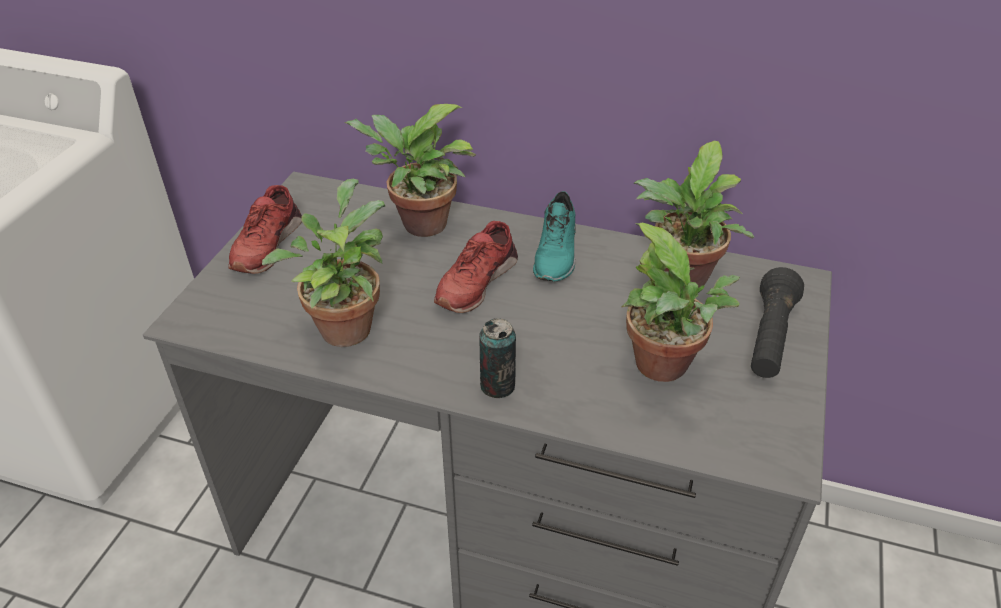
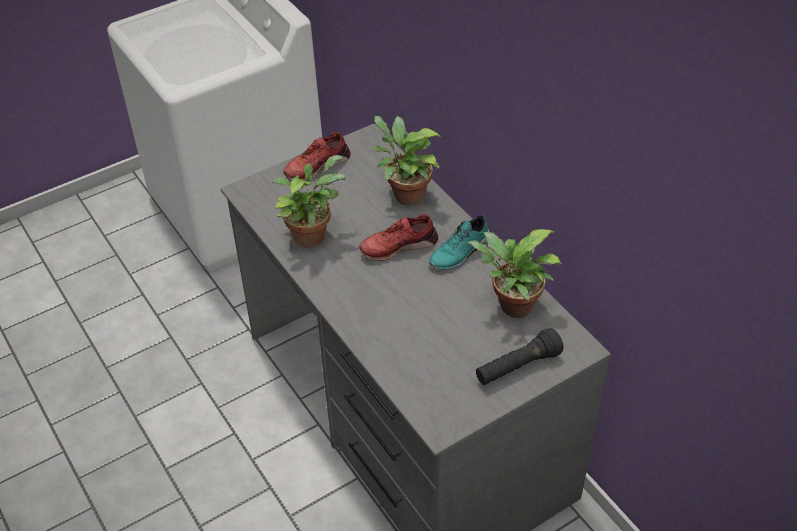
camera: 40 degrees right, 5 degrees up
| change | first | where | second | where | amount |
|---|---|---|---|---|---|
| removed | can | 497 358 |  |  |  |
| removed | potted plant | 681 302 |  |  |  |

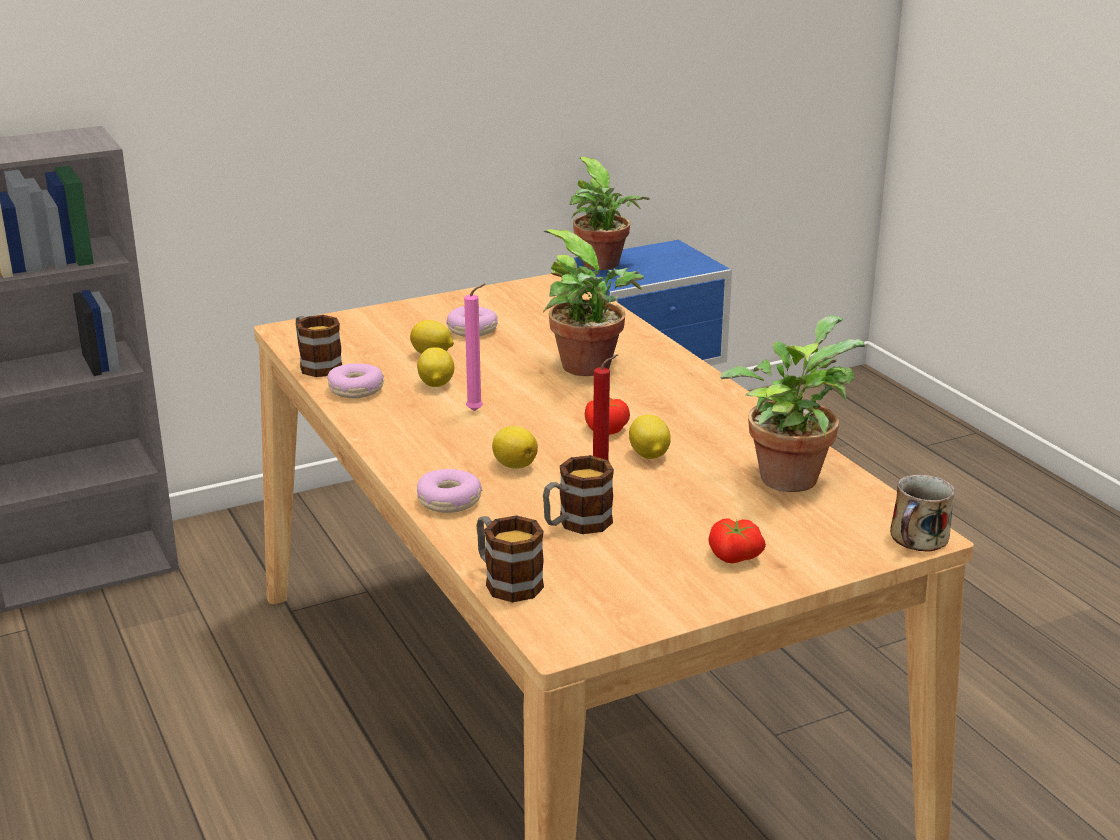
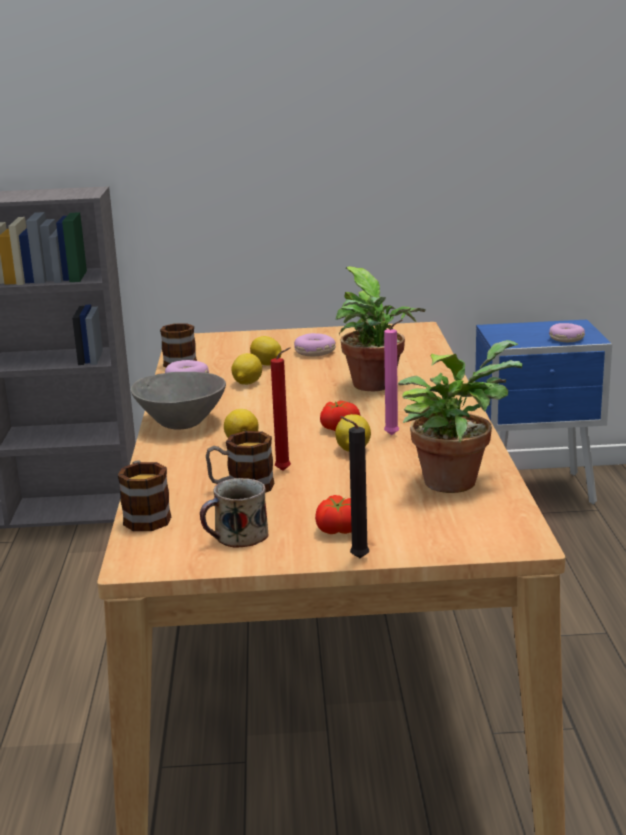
camera: 25 degrees right, 5 degrees down
| change | first | where | second | where | amount |
|---|---|---|---|---|---|
| added |  |  | bowl (grey) | 178 401 |  |
| moved | mug | 922 513 |  | 234 512 |  |
| added |  |  | candle (black) | 354 487 |  |
| moved | candle (pink) | 475 347 |  | 393 377 |  |
| moved | donut | 449 491 |  | 567 332 |  |
| removed | potted plant | 609 213 |  |  |  |

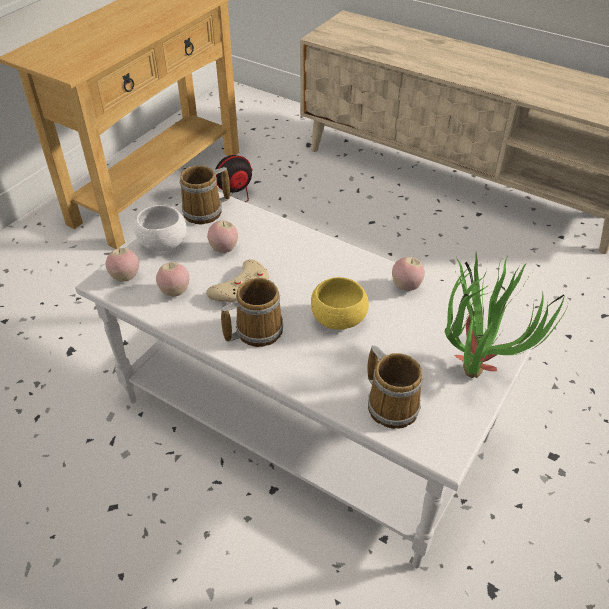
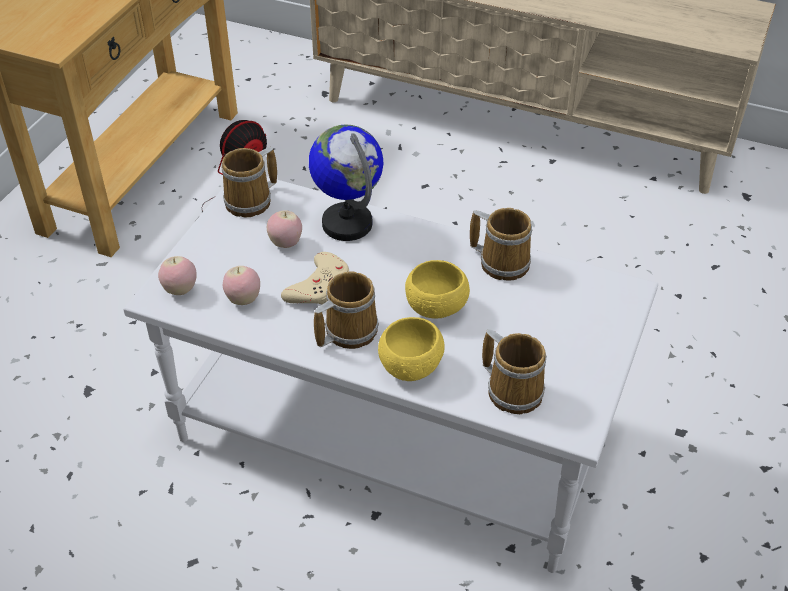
camera: 10 degrees left, 0 degrees up
| change | first | where | second | where | amount |
|---|---|---|---|---|---|
| added |  |  | globe | 346 182 |  |
| added |  |  | bowl (yellow) | 411 349 |  |
| replaced | apple | 408 274 | mug | 501 244 |  |
| removed | bowl (white) | 160 228 |  |  |  |
| removed | potted plant | 506 314 |  |  |  |

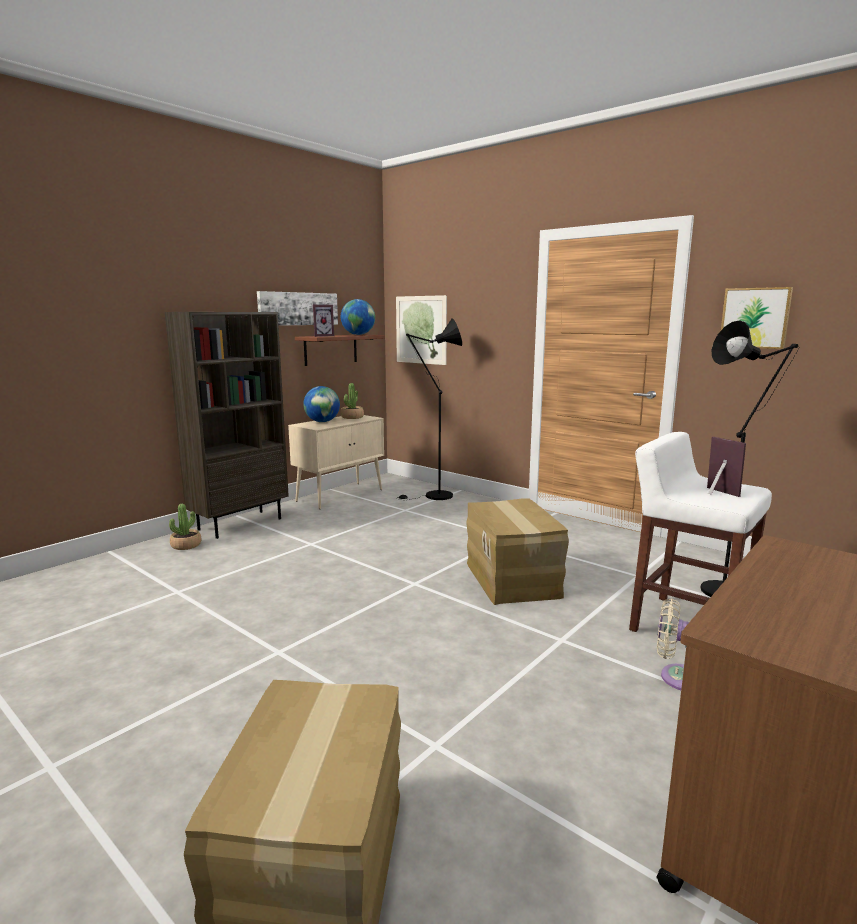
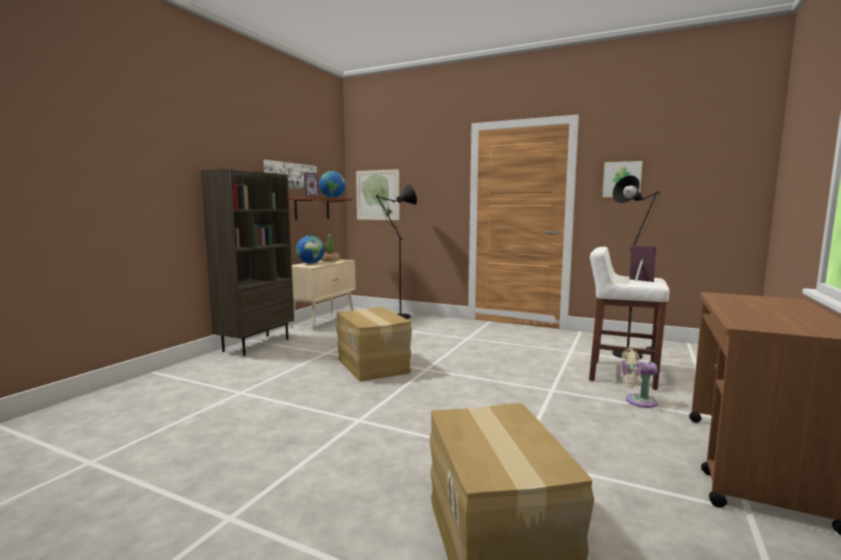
camera: 15 degrees left, 5 degrees down
| change | first | where | second | where | amount |
|---|---|---|---|---|---|
| moved | cardboard box | 518 551 |  | 374 344 |  |
| removed | potted plant | 185 527 |  |  |  |

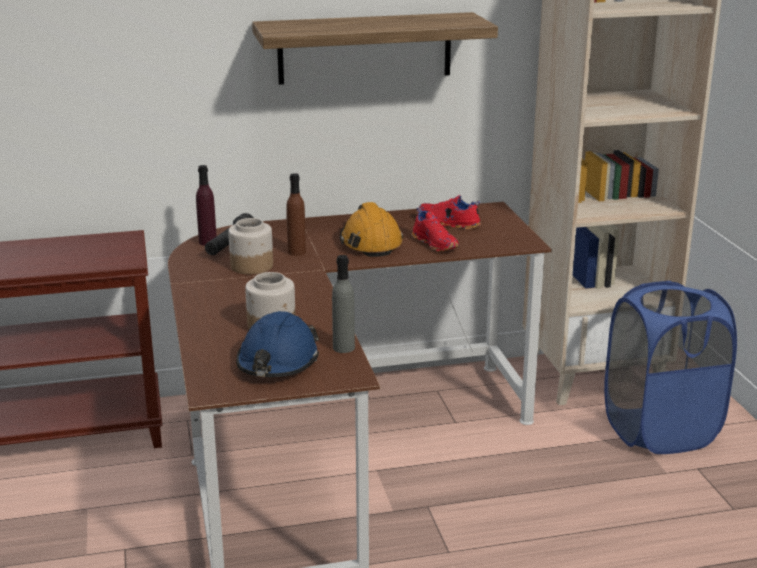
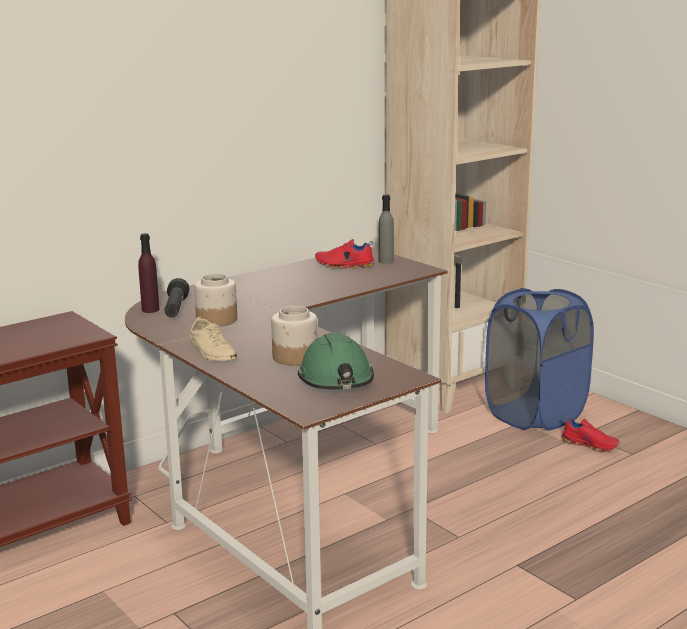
camera: 25 degrees left, 5 degrees down
| change | first | where | second | where | amount |
|---|---|---|---|---|---|
| added |  |  | shoe (beige) | 213 339 |  |
| recoloured | hard hat (blue) | 277 344 | hard hat (green) | 336 361 |  |
| moved | bottle (grey) | 343 304 |  | 386 229 |  |
| moved | shoe (red) | 435 229 |  | 590 434 |  |
| removed | shelf | 375 48 |  |  |  |
| removed | bottle (brown) | 296 214 |  |  |  |
| removed | hard hat (orange) | 372 229 |  |  |  |

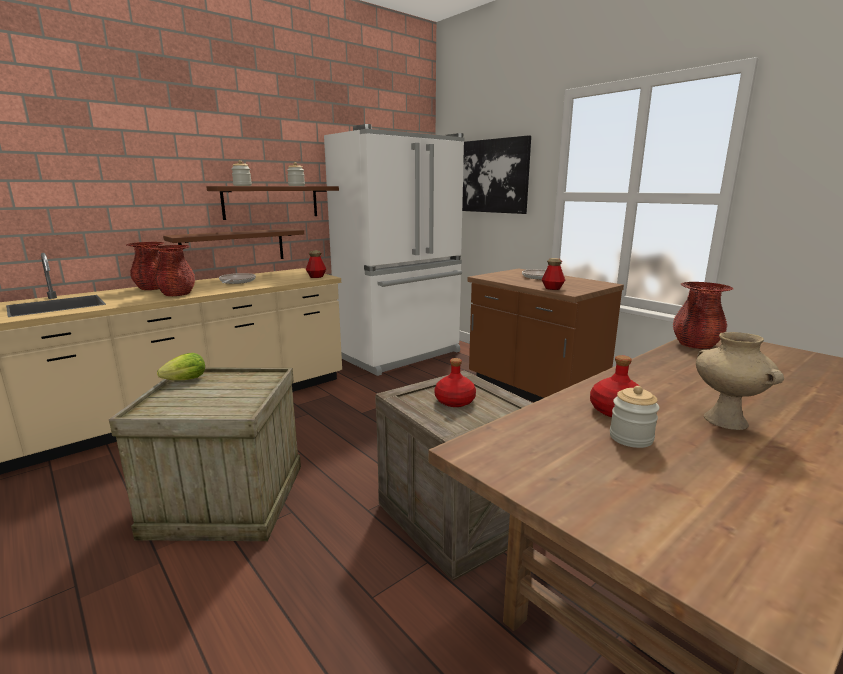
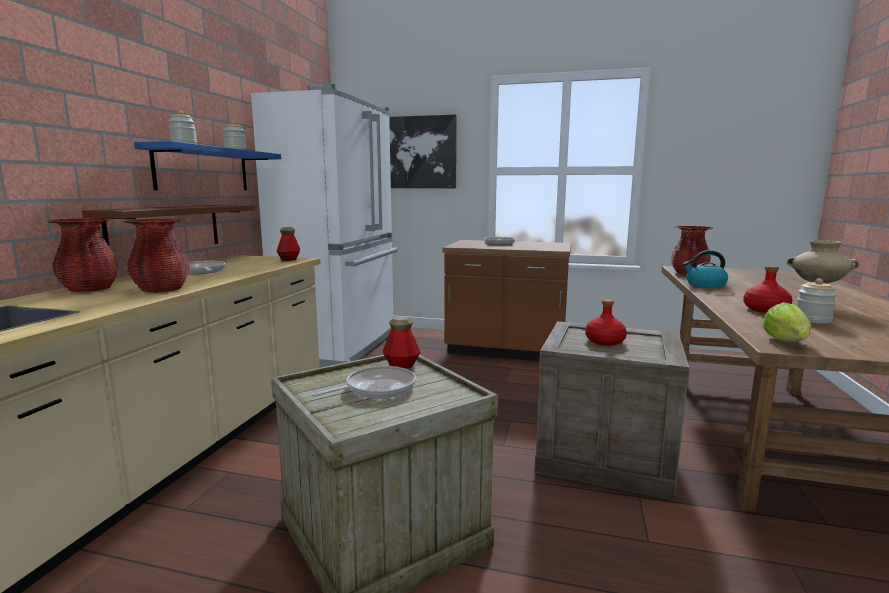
camera: 35 degrees left, 5 degrees down
| change | first | where | second | where | amount |
|---|---|---|---|---|---|
| recoloured | shelf (brown) | 272 203 | shelf (blue) | 207 166 |  |
| added |  |  | frying pan | 363 382 |  |
| moved | bottle | 553 274 |  | 401 342 |  |
| added |  |  | kettle | 705 269 |  |
| moved | lettuce | 181 366 |  | 787 322 |  |

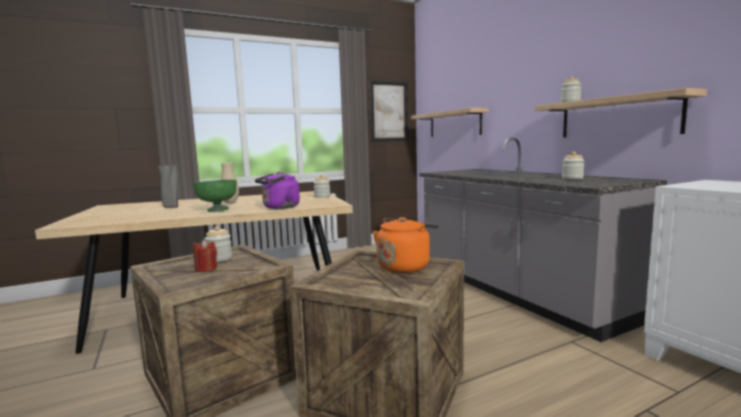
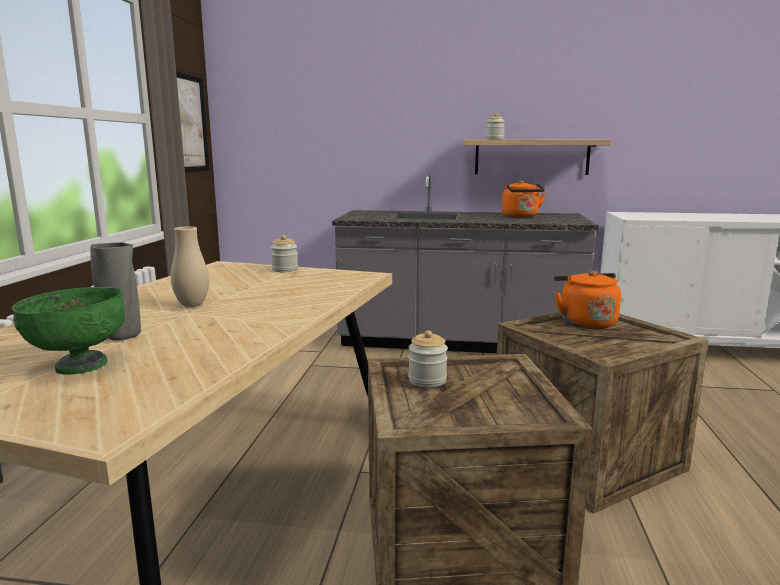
camera: 55 degrees left, 5 degrees up
| change | first | where | second | where | amount |
|---|---|---|---|---|---|
| moved | bowl (green) | 215 196 |  | 68 331 |  |
| replaced | jar | 573 165 | kettle (orange) | 524 198 |  |
| removed | candle (red) | 205 256 |  |  |  |
| removed | kettle (purple) | 277 190 |  |  |  |
| removed | shelf | 450 122 |  |  |  |

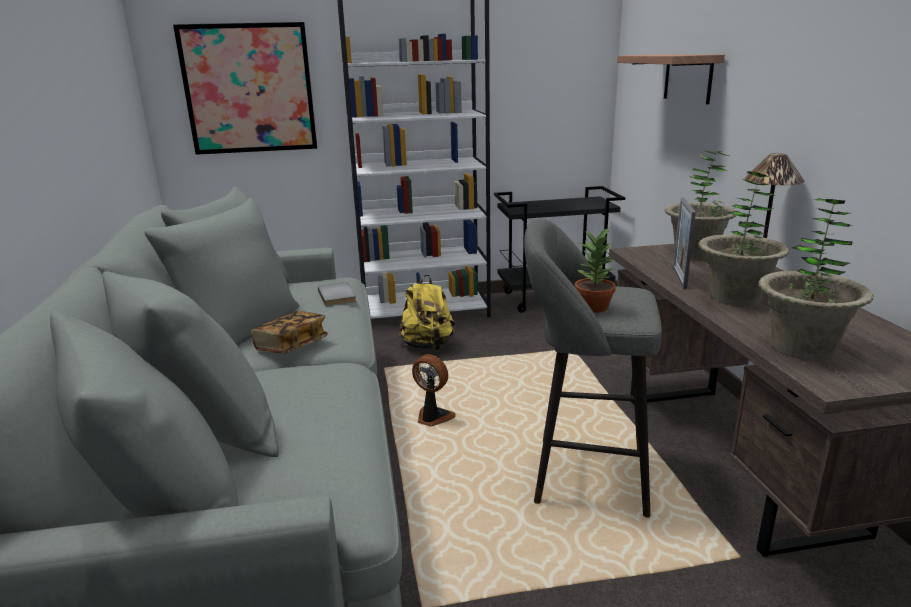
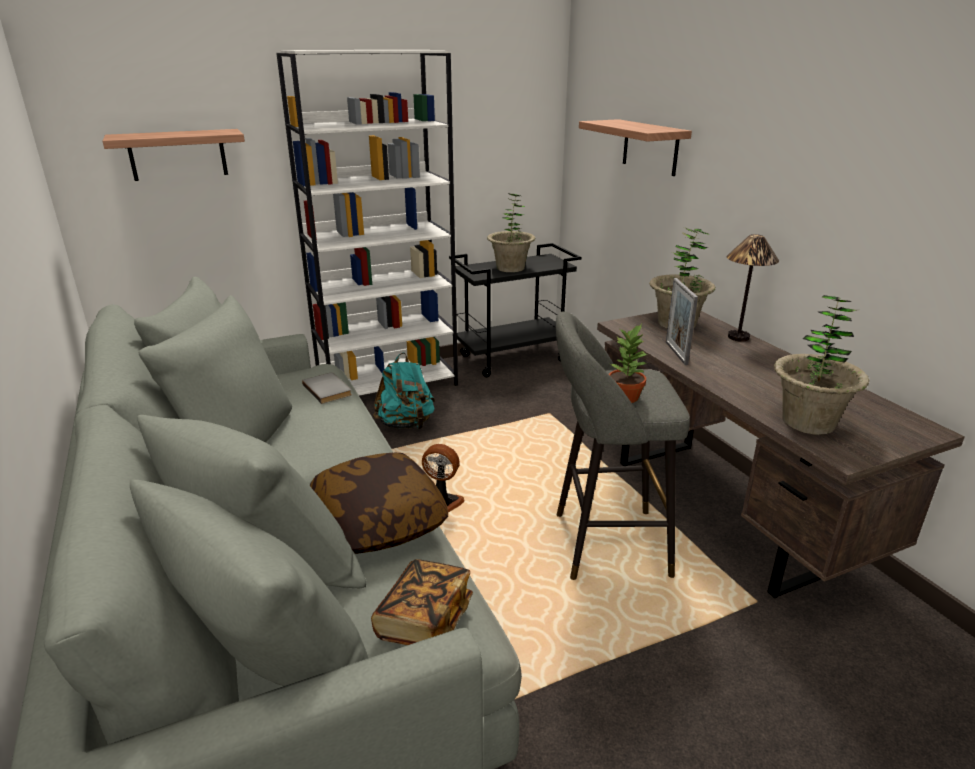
camera: 15 degrees left, 5 degrees up
| change | first | where | second | where | amount |
|---|---|---|---|---|---|
| replaced | picture | 245 88 | shelf | 174 155 |  |
| added |  |  | pillow | 379 503 |  |
| moved | book | 289 332 |  | 422 602 |  |
| recoloured | backpack (yellow) | 426 312 | backpack (turquoise) | 404 390 |  |
| moved | potted plant | 743 238 |  | 511 232 |  |

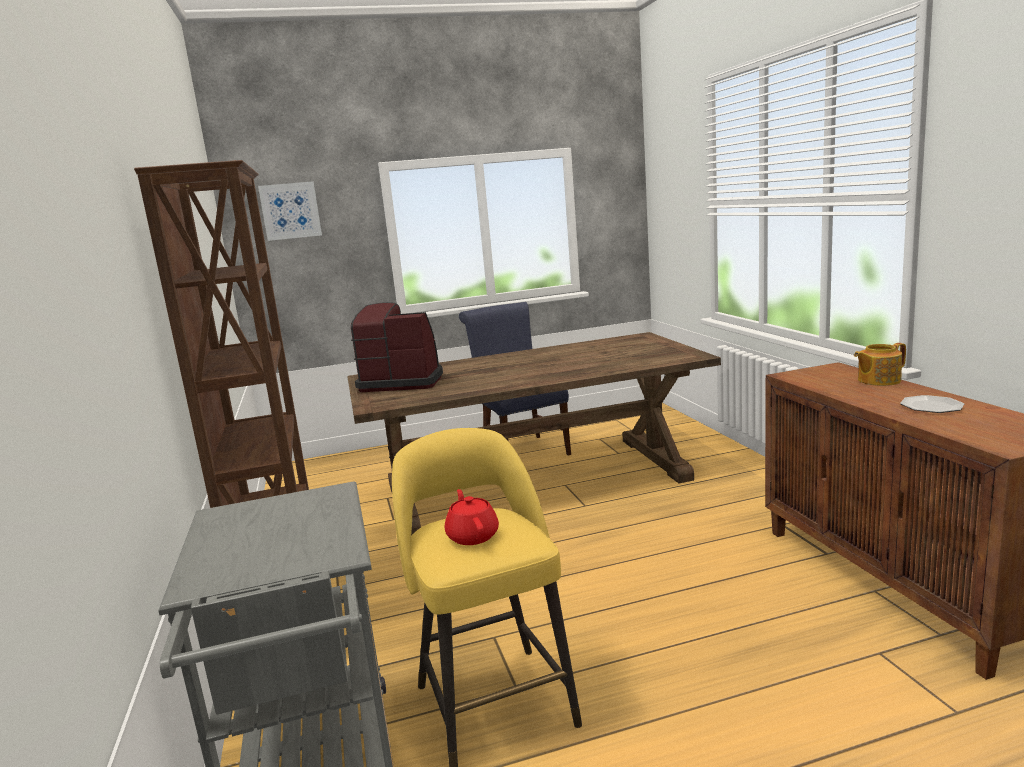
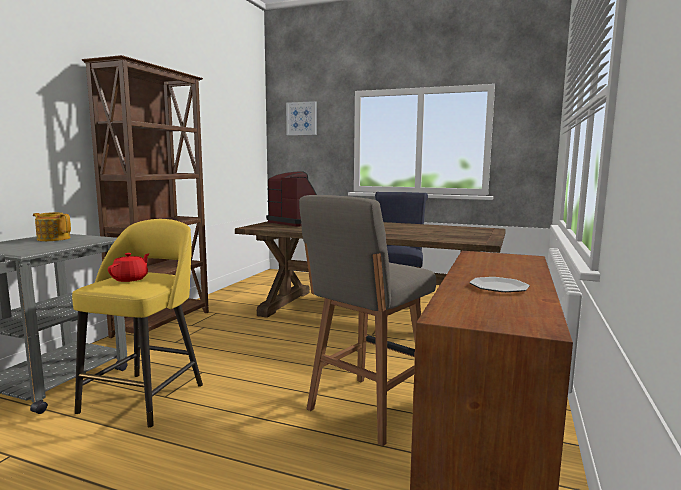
camera: 35 degrees right, 5 degrees down
| change | first | where | second | where | amount |
|---|---|---|---|---|---|
| moved | teapot | 880 364 |  | 52 226 |  |
| added |  |  | stool (grey) | 367 320 |  |

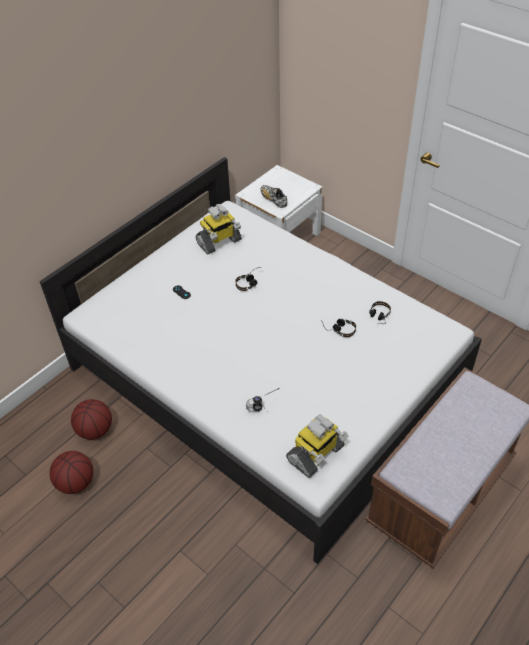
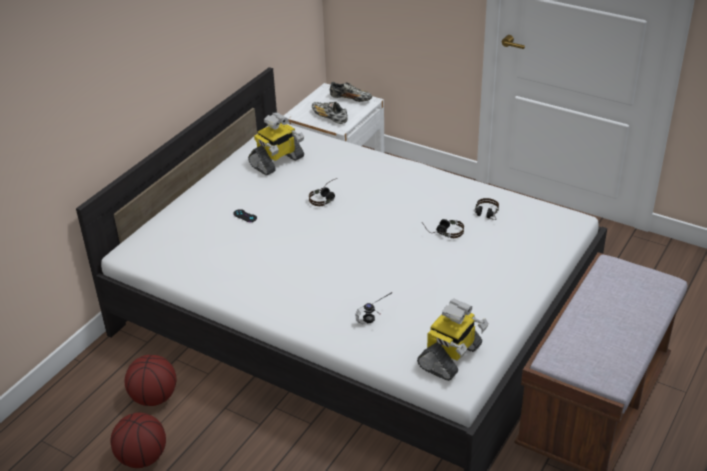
camera: 10 degrees left, 10 degrees down
| change | first | where | second | where | amount |
|---|---|---|---|---|---|
| added |  |  | shoe | 351 92 |  |

